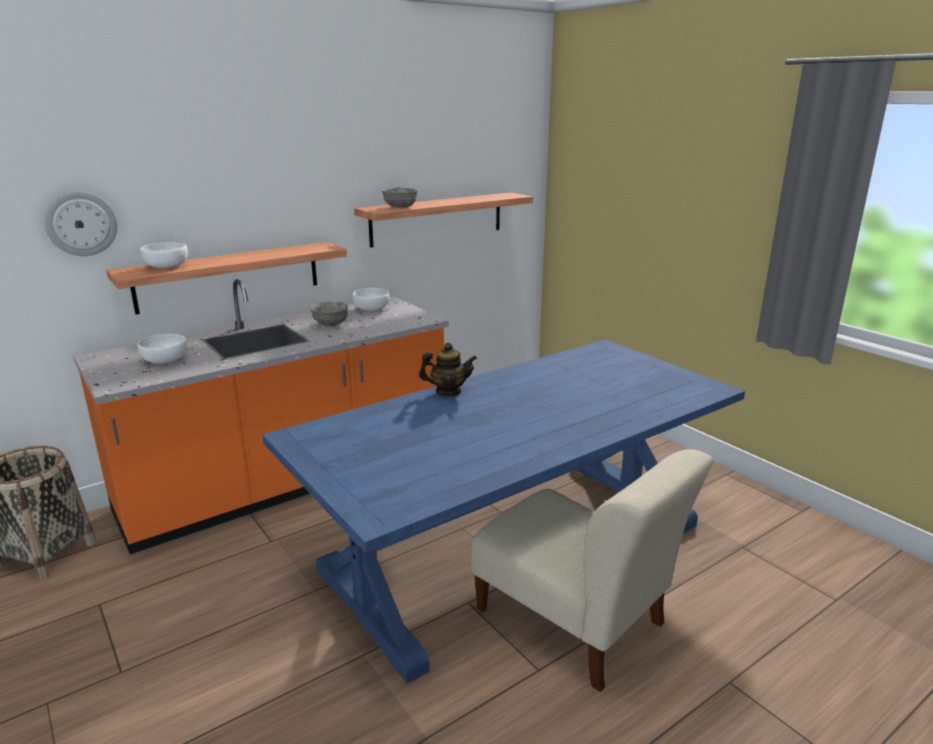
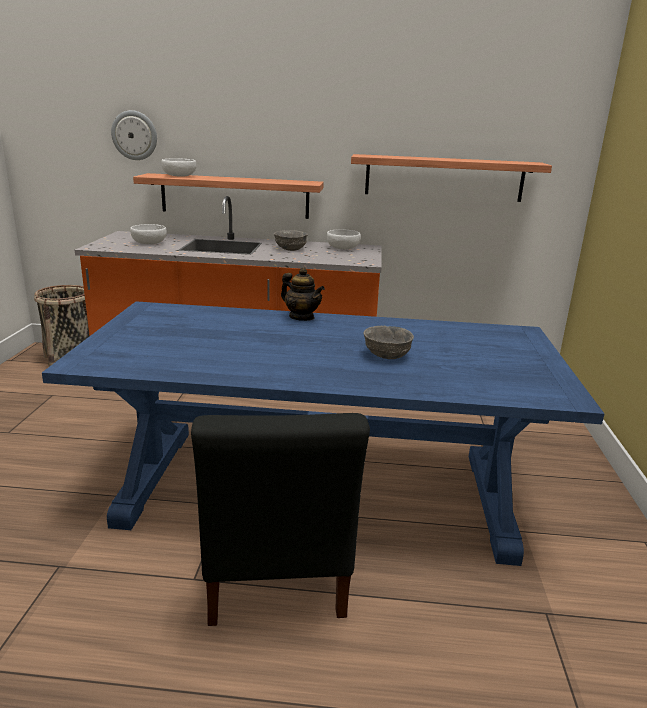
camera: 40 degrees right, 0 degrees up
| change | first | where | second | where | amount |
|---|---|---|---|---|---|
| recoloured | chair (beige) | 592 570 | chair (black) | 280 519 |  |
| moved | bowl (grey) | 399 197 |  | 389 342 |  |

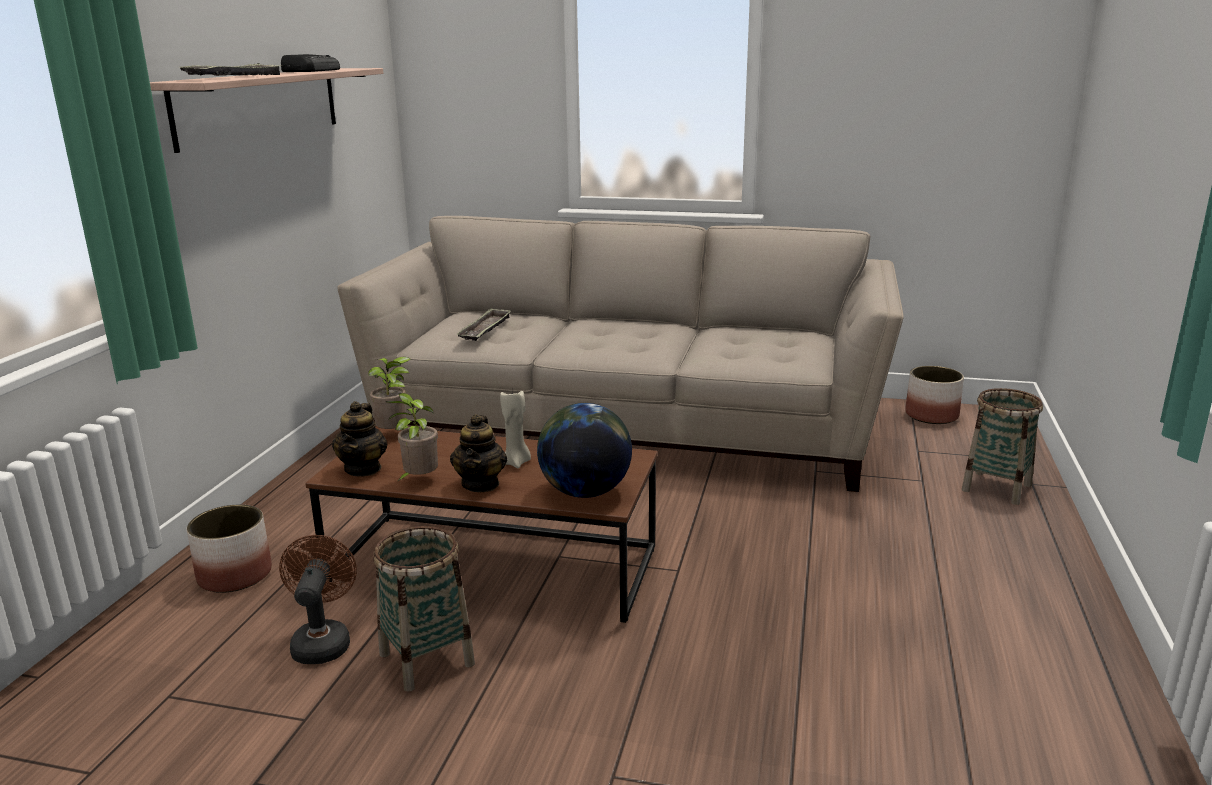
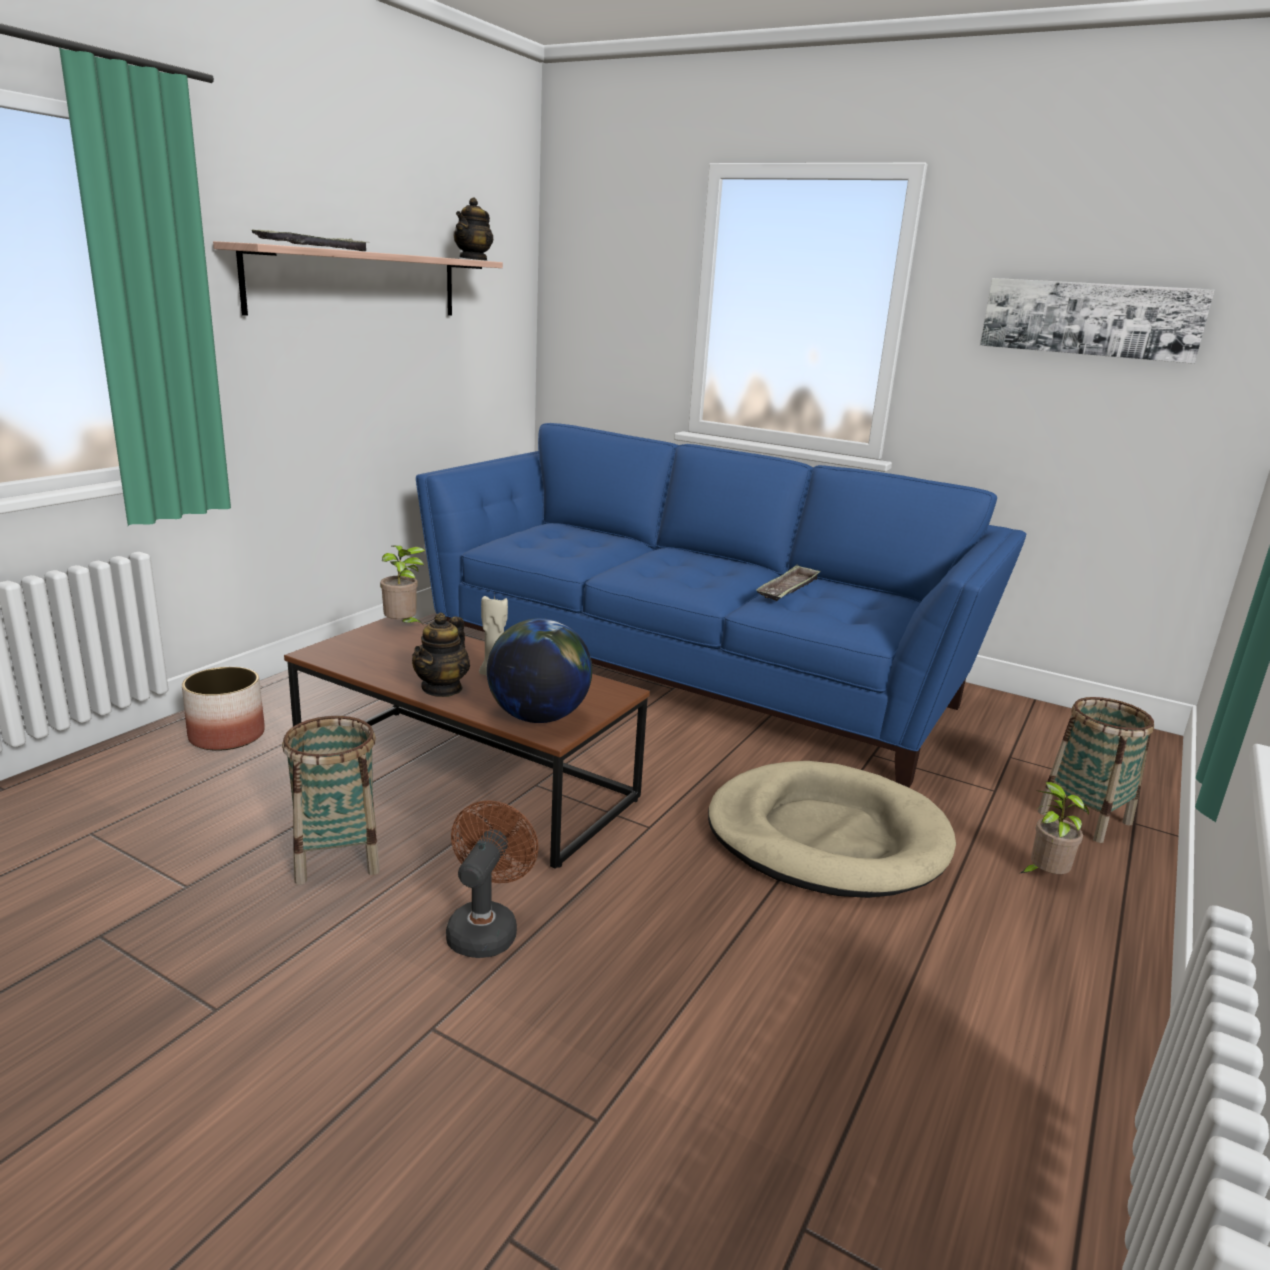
camera: 15 degrees right, 0 degrees up
| change | first | where | second | where | amount |
|---|---|---|---|---|---|
| recoloured | sofa (beige) | 620 354 | sofa (blue) | 721 605 |  |
| moved | fan (brown) | 318 599 |  | 492 879 |  |
| moved | teapot | 359 439 |  | 473 229 |  |
| added |  |  | dog bed (beige) | 832 829 |  |
| moved | tray | 483 324 |  | 788 583 |  |
| added |  |  | picture | 1097 321 |  |
| moved | potted plant | 412 438 |  | 1054 827 |  |
| removed | radio | 310 63 |  |  |  |
| removed | planter | 934 395 |  |  |  |

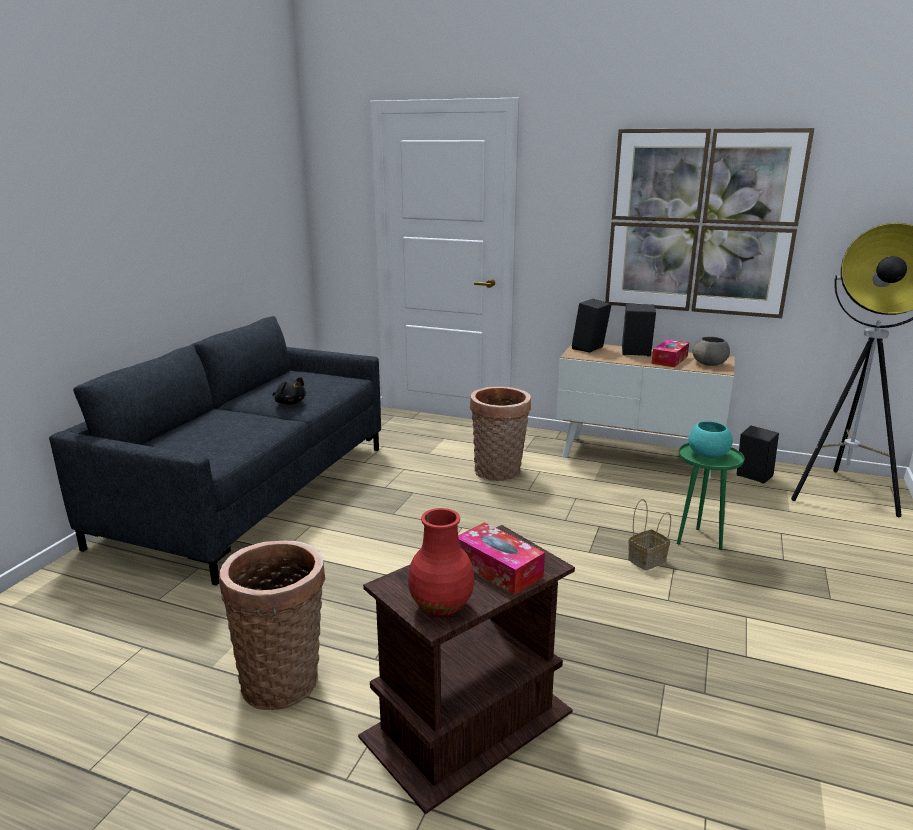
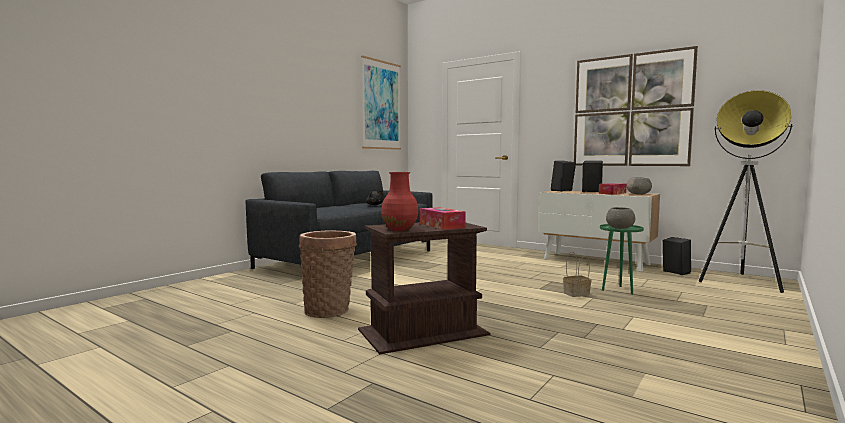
camera: 15 degrees right, 15 degrees down
| change | first | where | second | where | amount |
|---|---|---|---|---|---|
| added |  |  | picture | 381 103 |  |
| recoloured | bowl (turquoise) | 710 439 | bowl (grey) | 620 218 |  |
| removed | basket | 500 433 |  |  |  |

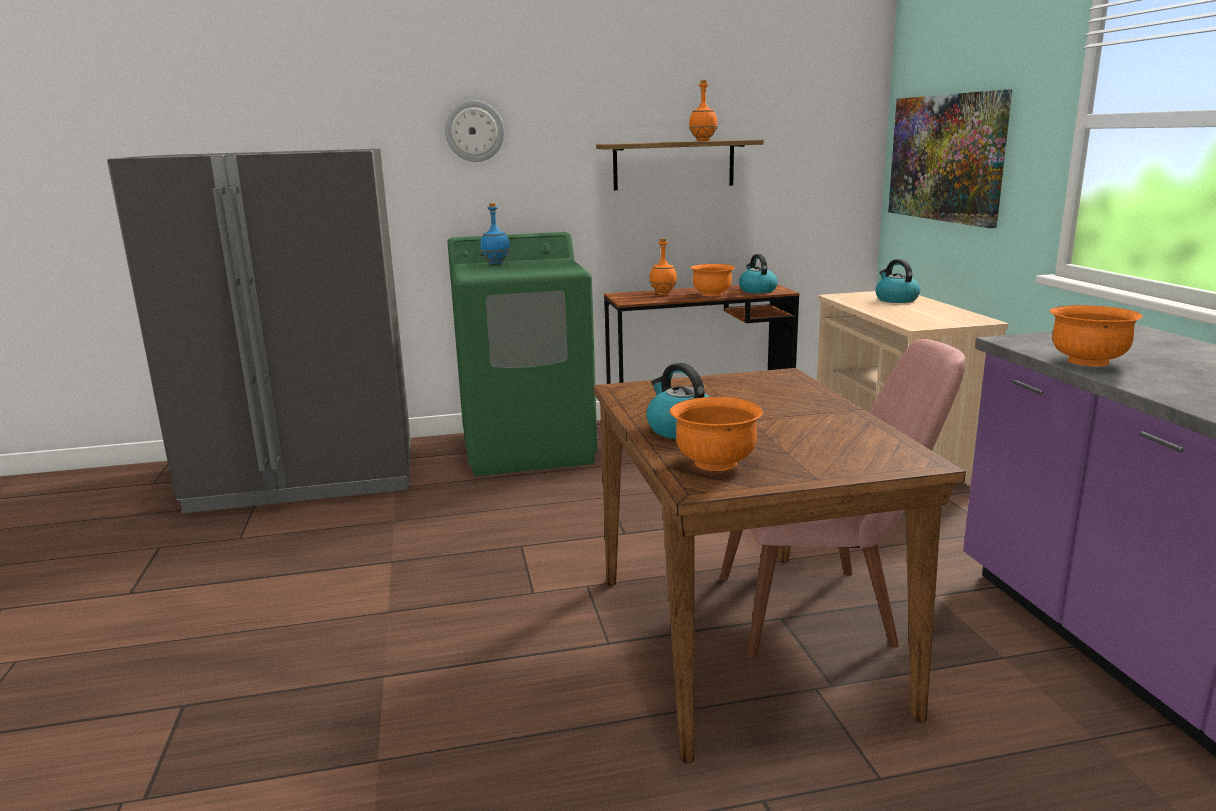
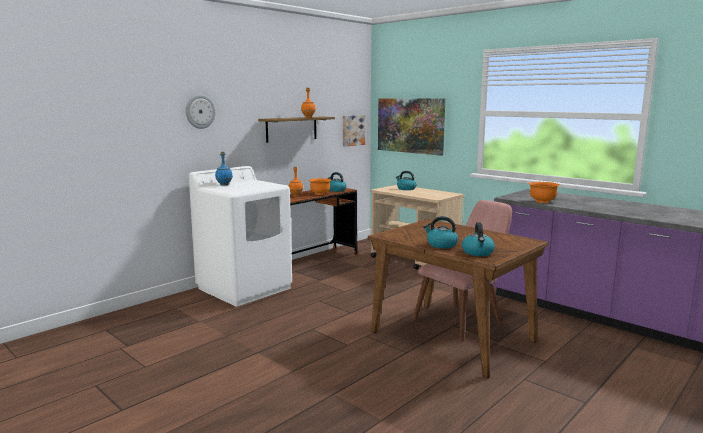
camera: 35 degrees left, 5 degrees down
| change | first | where | second | where | amount |
|---|---|---|---|---|---|
| recoloured | washing machine (green) | 522 354 | washing machine (white) | 240 236 |  |
| added |  |  | picture | 354 131 |  |
| replaced | bowl (orange) | 716 434 | kettle | 478 239 |  |
| removed | fridge (grey) | 259 331 |  |  |  |

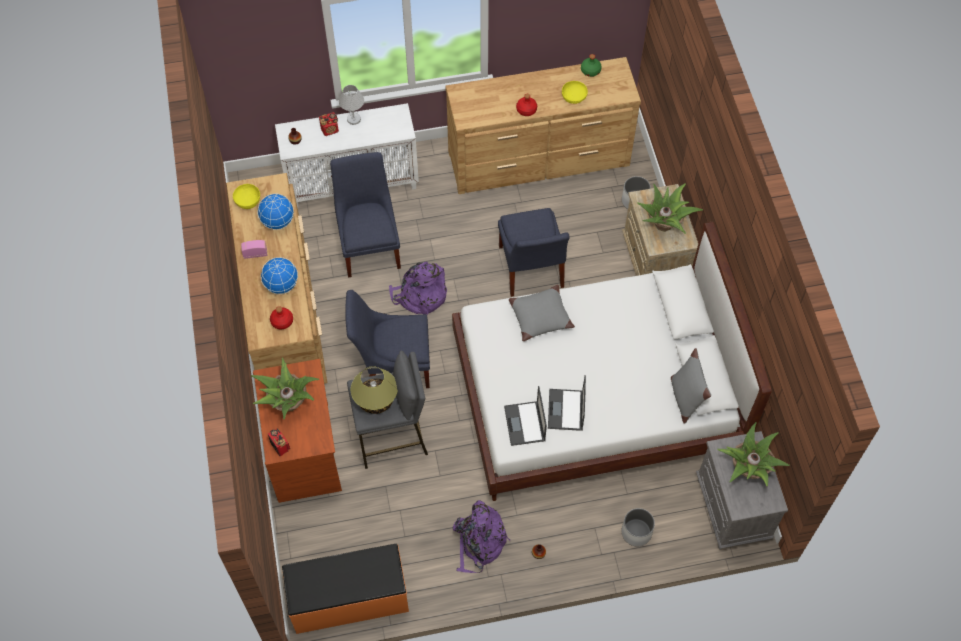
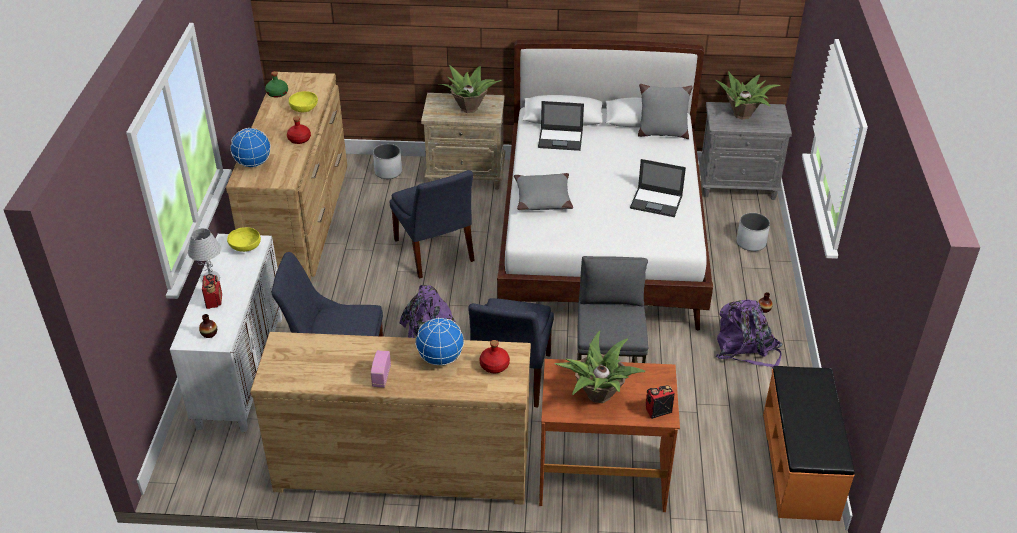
camera: 75 degrees left, 20 degrees down
| change | first | where | second | where | amount |
|---|---|---|---|---|---|
| moved | bowl (yellow) | 246 196 |  | 244 239 |  |
| moved | globe | 275 212 |  | 250 147 |  |
| turned | chair (blue) | 534 252 |  | 432 224 | 60 degrees clockwise |
| moved | laptop | 525 416 |  | 561 126 |  |
| removed | table lamp | 374 390 |  |  |  |

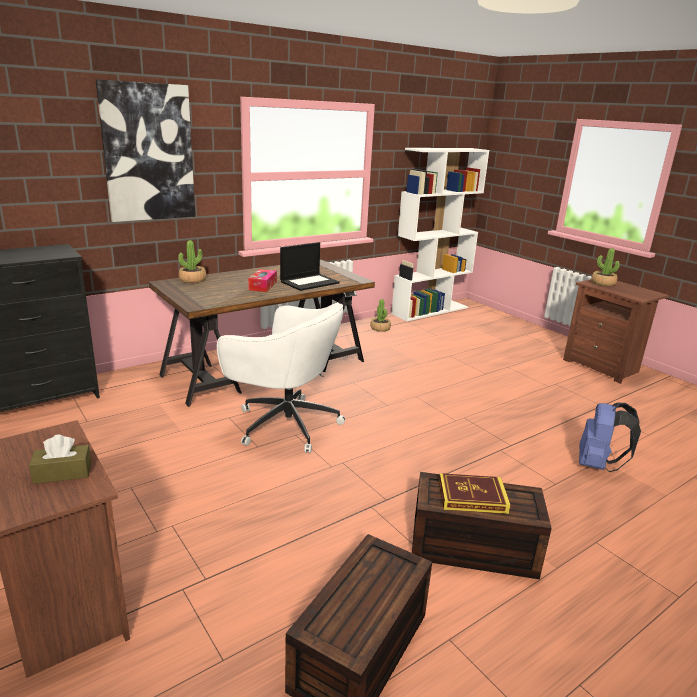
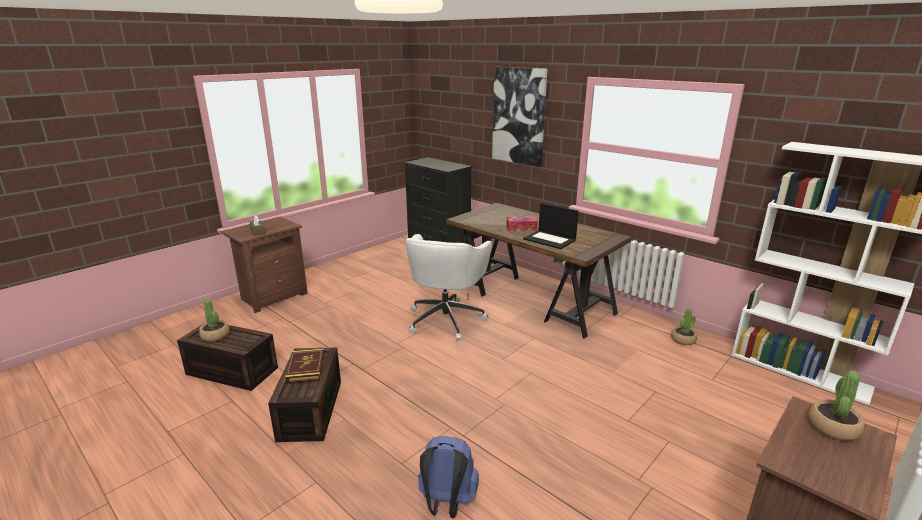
camera: 80 degrees right, 0 degrees up
| change | first | where | second | where | amount |
|---|---|---|---|---|---|
| moved | potted plant | 192 261 |  | 214 320 |  |

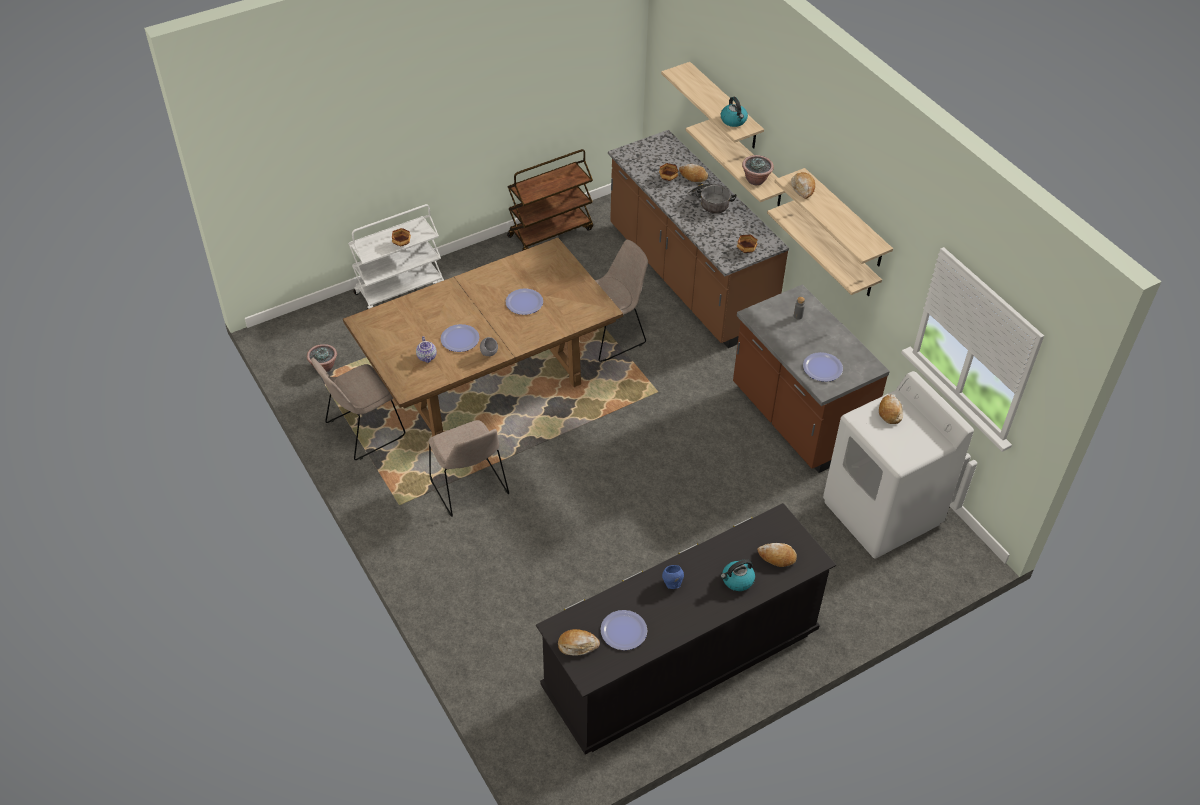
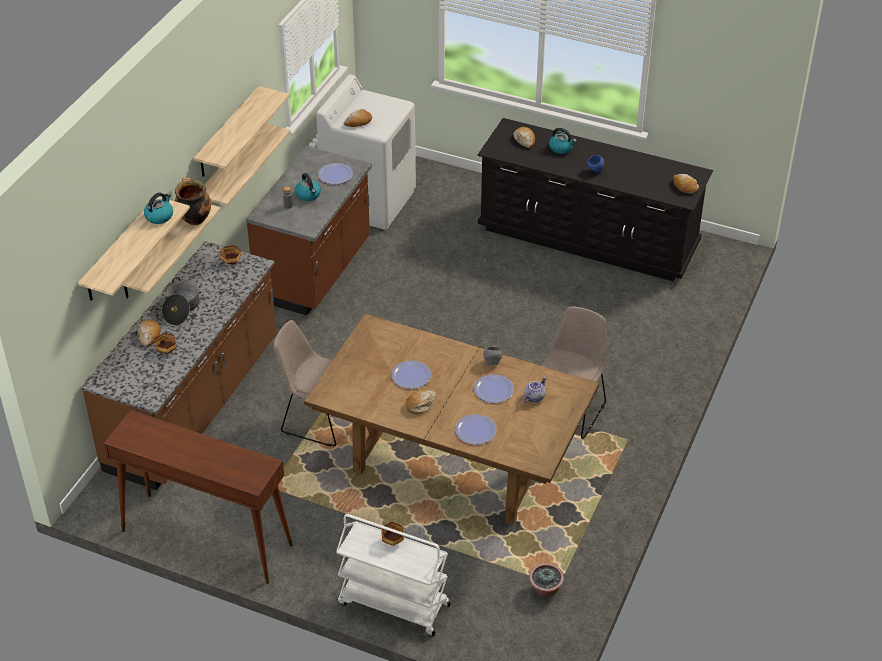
camera: 125 degrees left, 5 degrees down
| change | first | where | second | where | amount |
|---|---|---|---|---|---|
| replaced | cart (brown) | 550 200 | console table (brown) | 198 497 |  |
| replaced | potted plant | 758 170 | cooking pot | 193 201 |  |
| added |  |  | kettle | 308 187 |  |
| moved | bread | 803 185 |  | 421 401 |  |
| moved | plate | 623 630 |  | 475 429 |  |
| removed | chair (beige) | 358 409 |  |  |  |

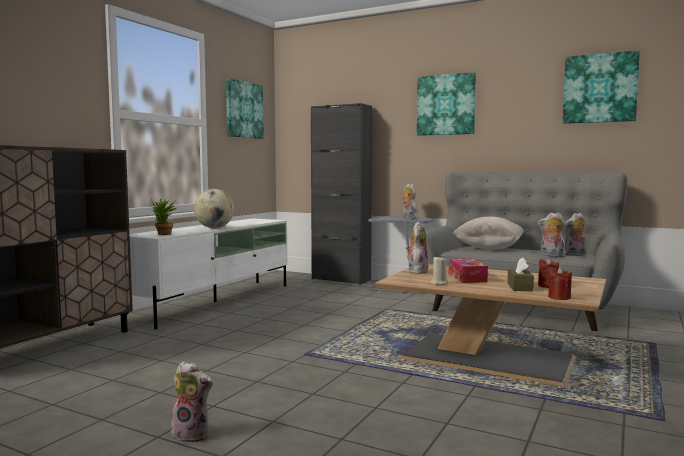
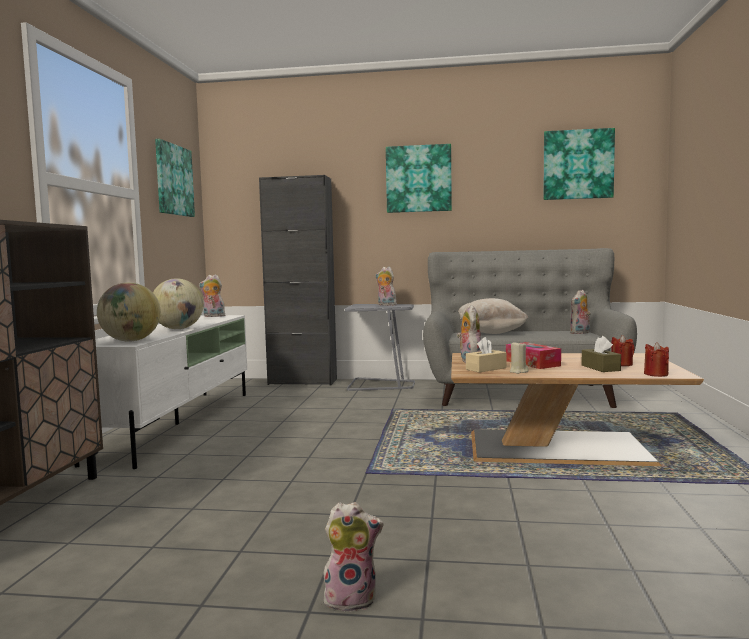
camera: 20 degrees left, 0 degrees up
| change | first | where | second | where | amount |
|---|---|---|---|---|---|
| replaced | potted plant | 164 217 | globe | 129 312 |  |
| moved | plush toy | 551 235 |  | 212 295 |  |
| added |  |  | tissue box (beige) | 486 354 |  |

